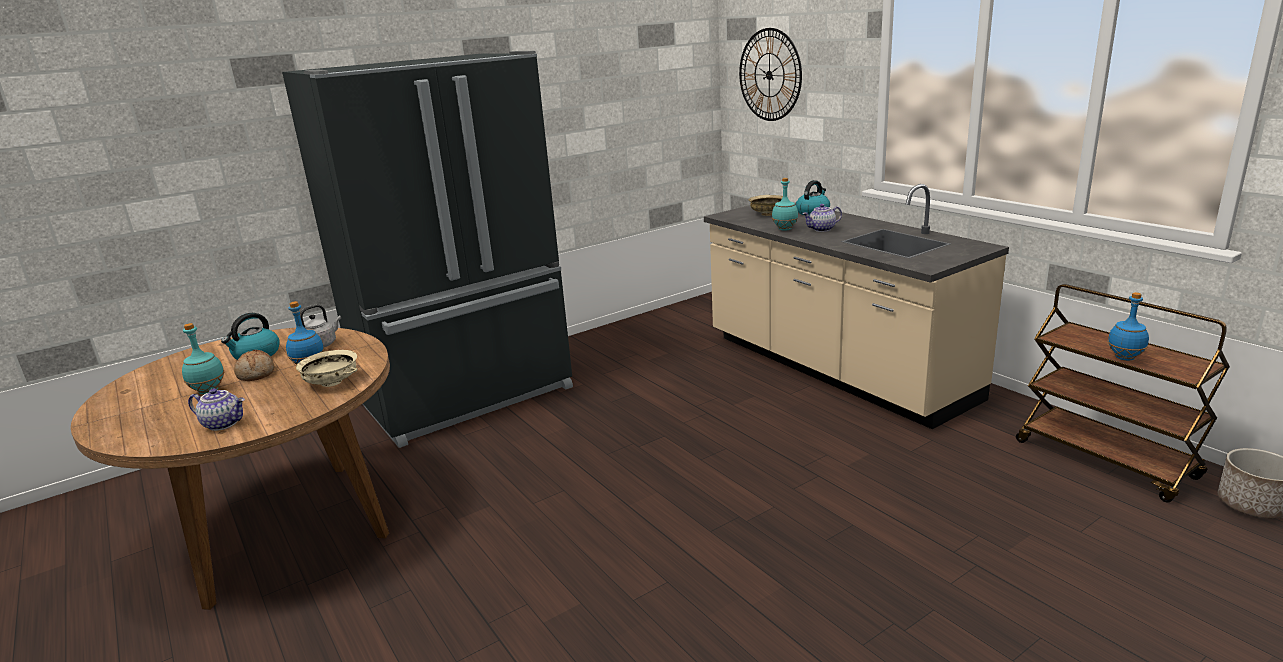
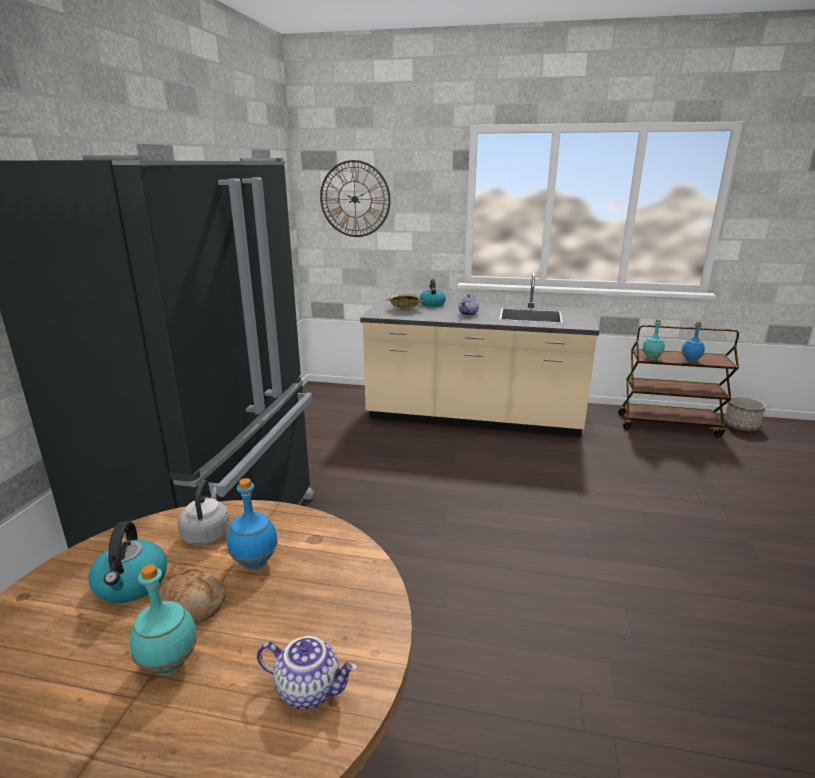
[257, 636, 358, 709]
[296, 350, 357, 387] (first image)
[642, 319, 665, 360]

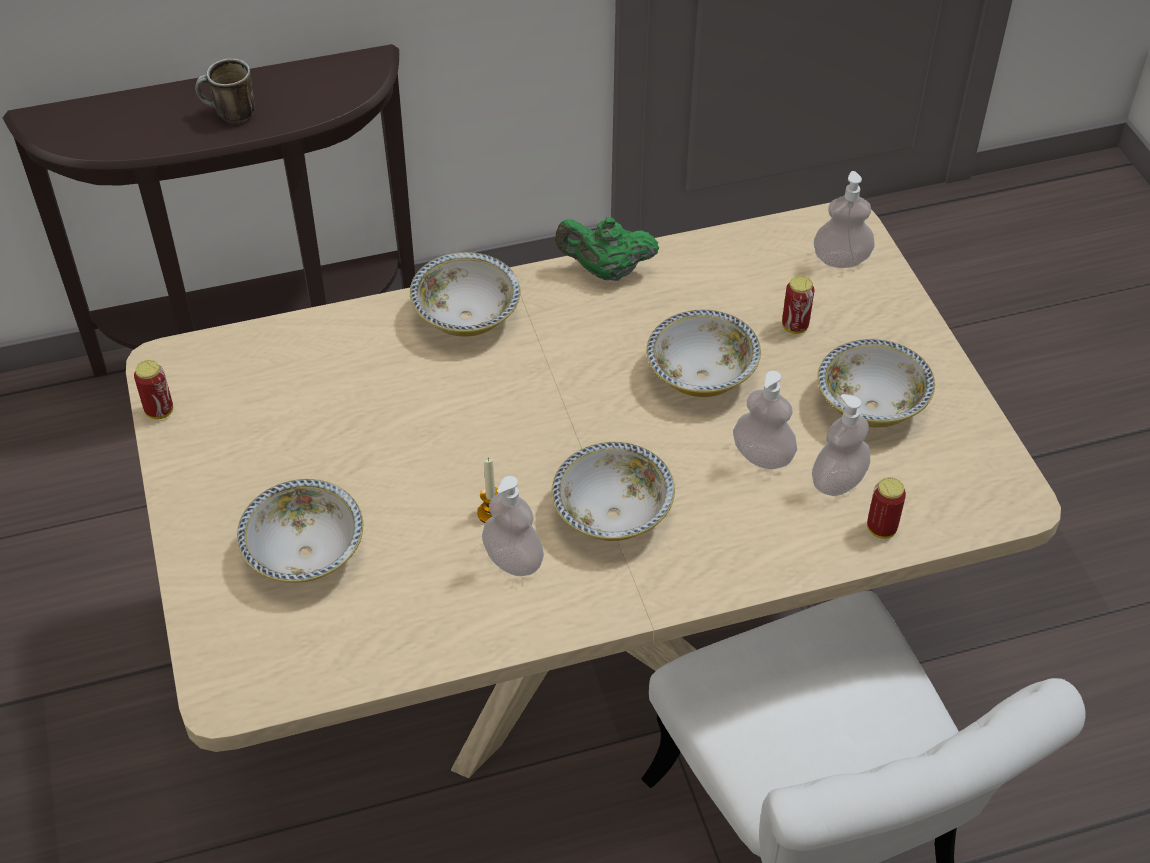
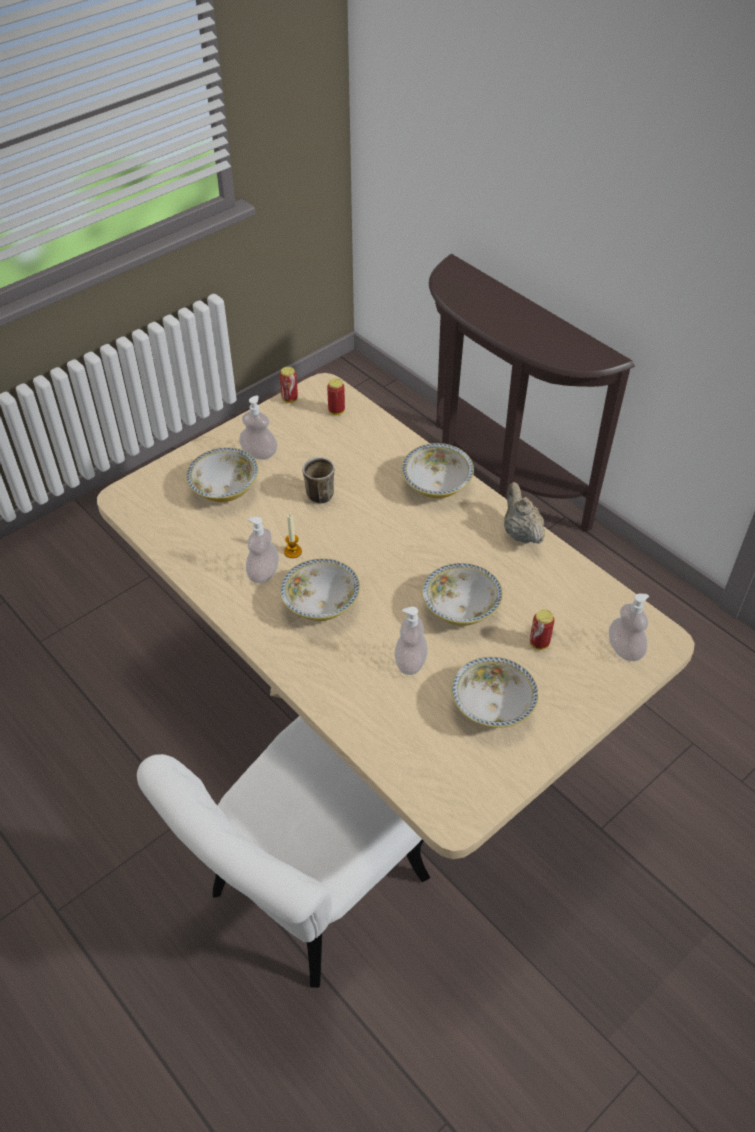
[302, 457, 335, 503]
[504, 482, 545, 544]
[239, 396, 277, 460]
[327, 378, 345, 415]

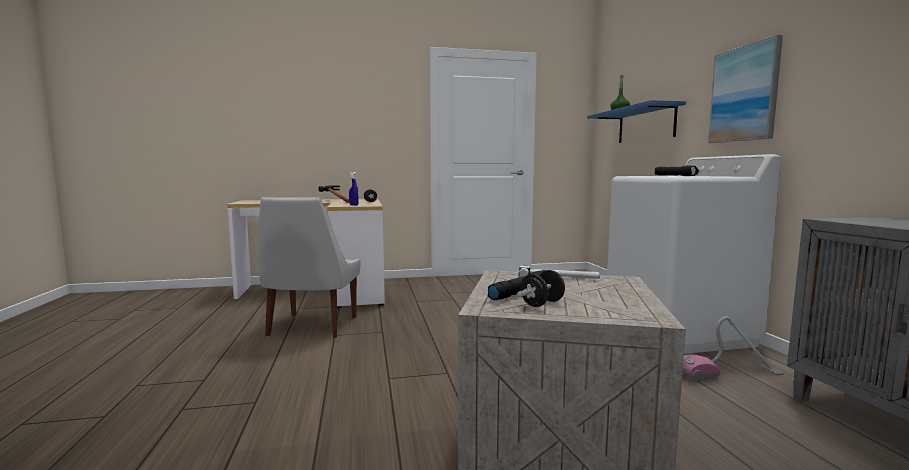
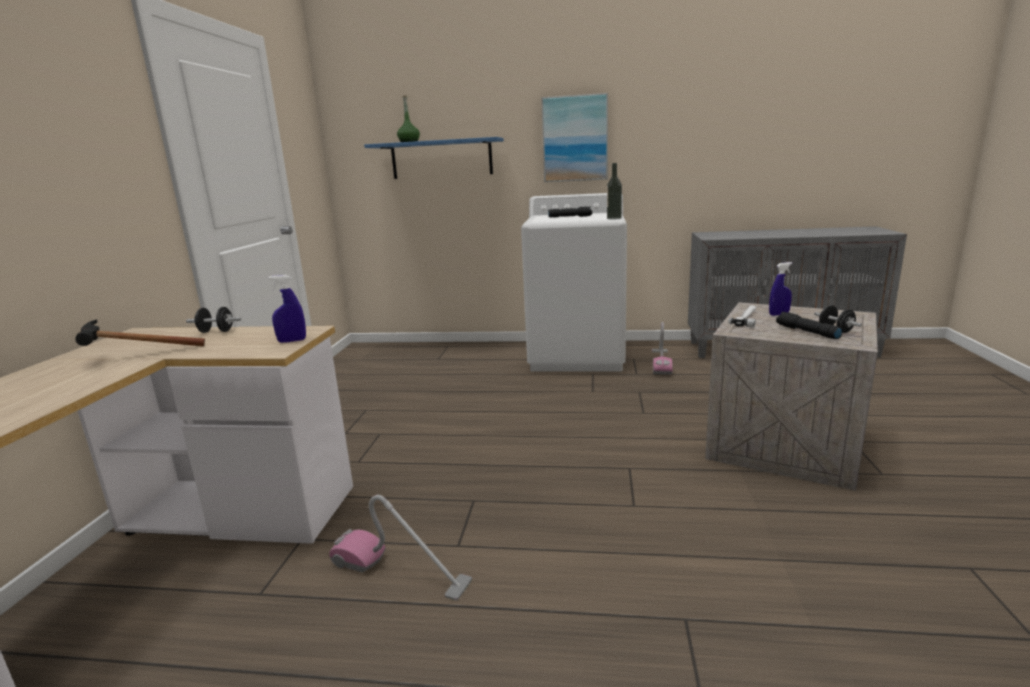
[329, 495, 472, 601]
[607, 163, 622, 219]
[769, 262, 792, 316]

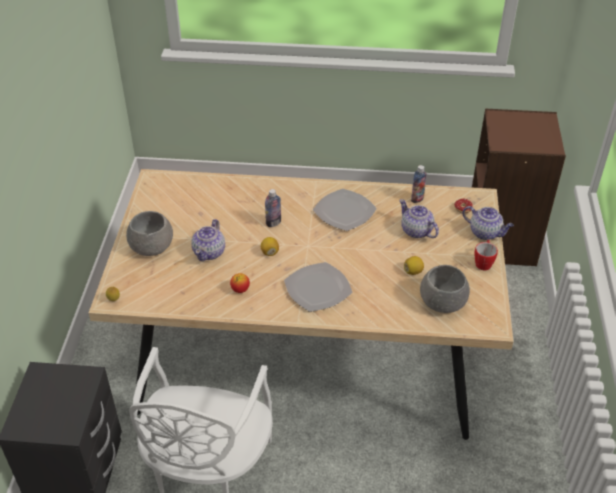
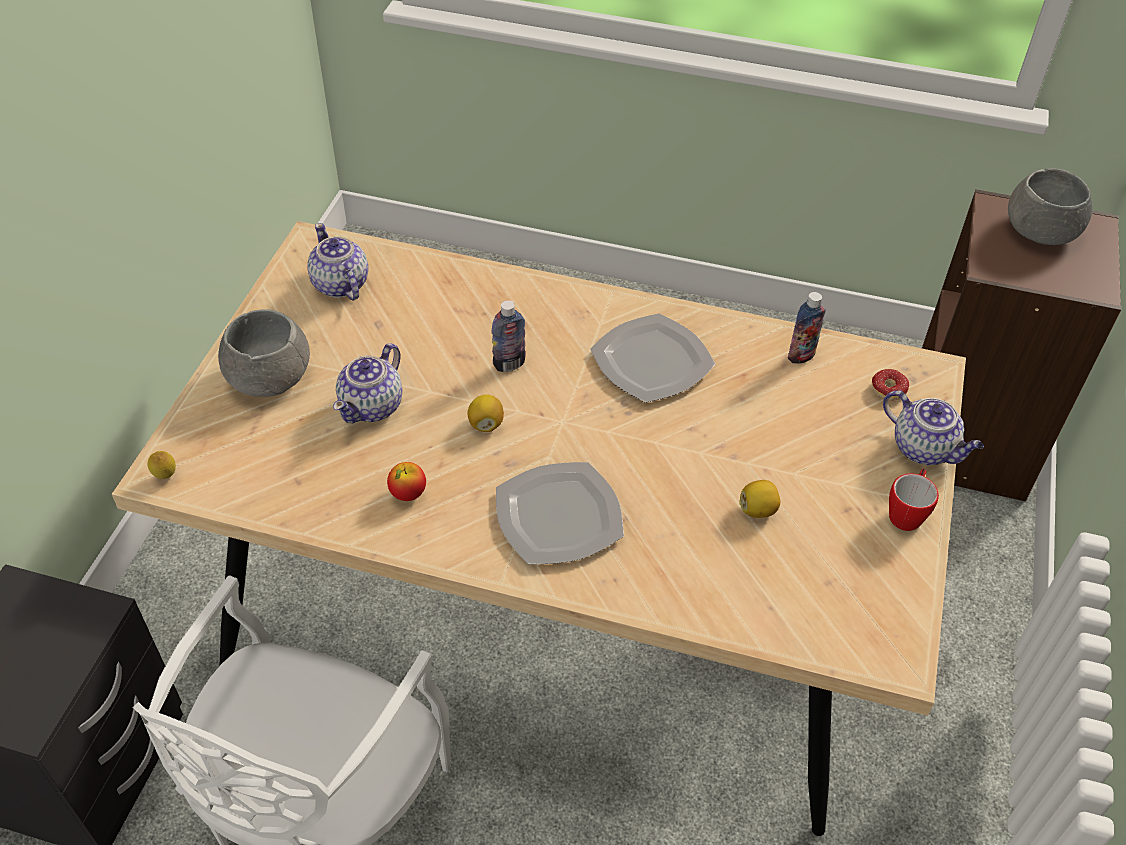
[307, 223, 368, 300]
[1008, 168, 1092, 245]

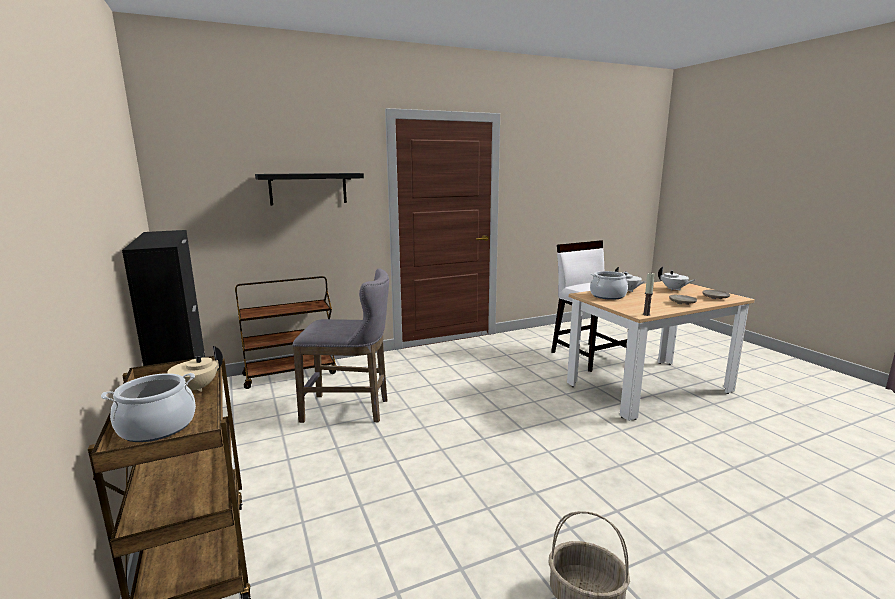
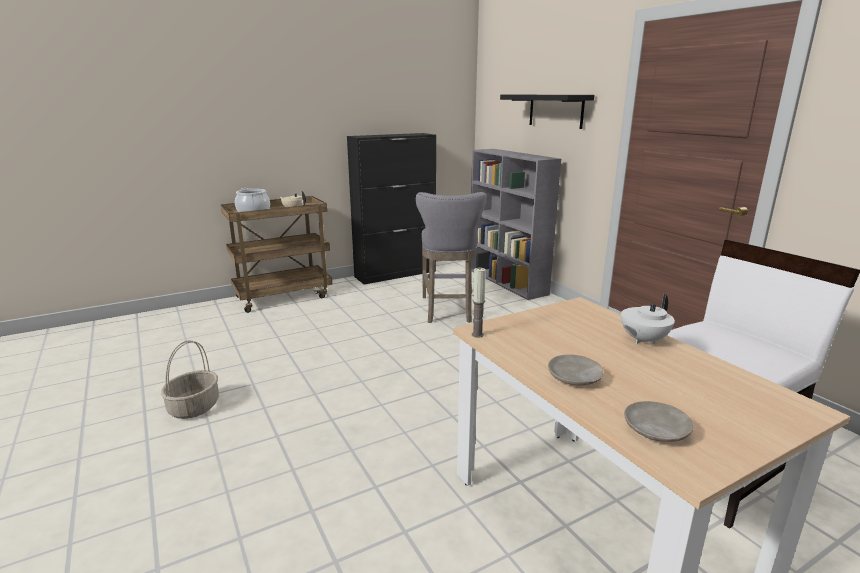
[471, 149, 561, 300]
[590, 271, 629, 300] (first image)
[658, 267, 695, 291] (first image)

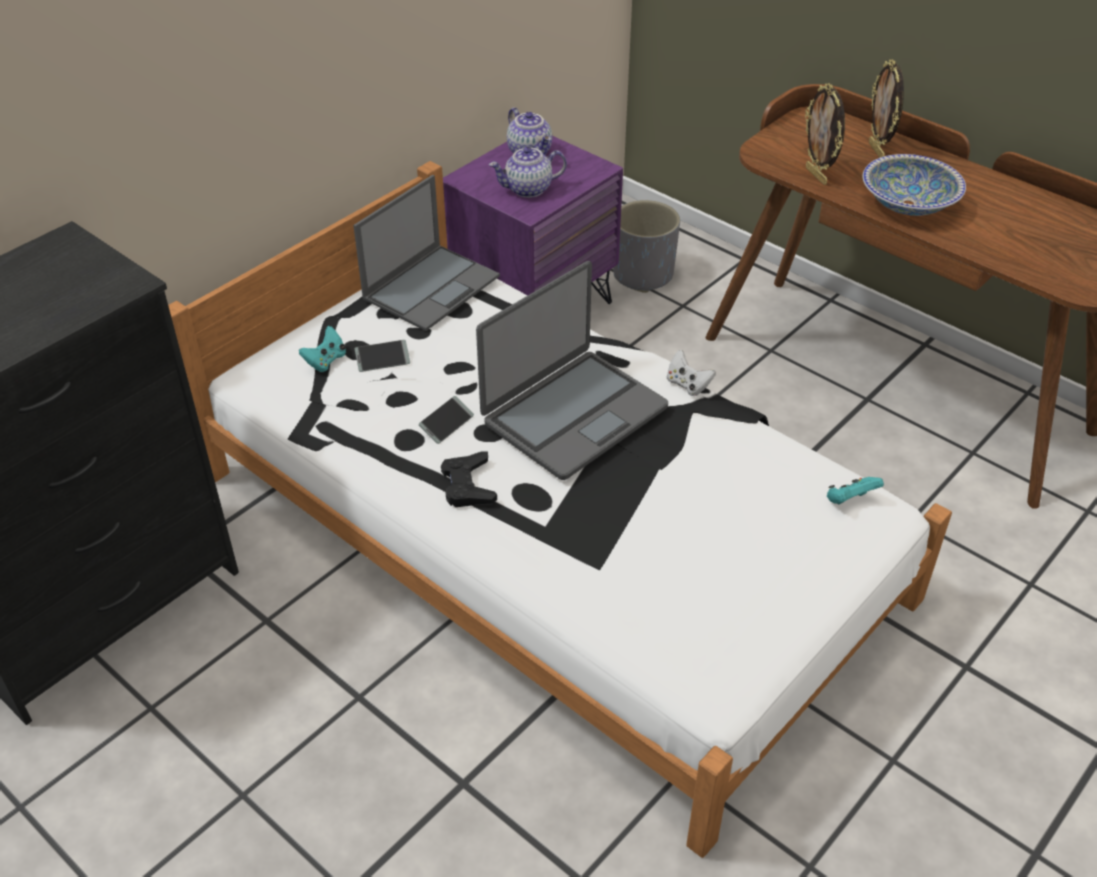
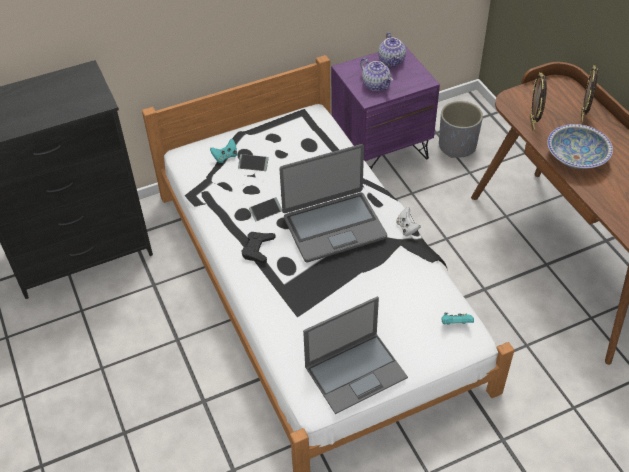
[303, 296, 408, 414]
[360, 58, 393, 91]

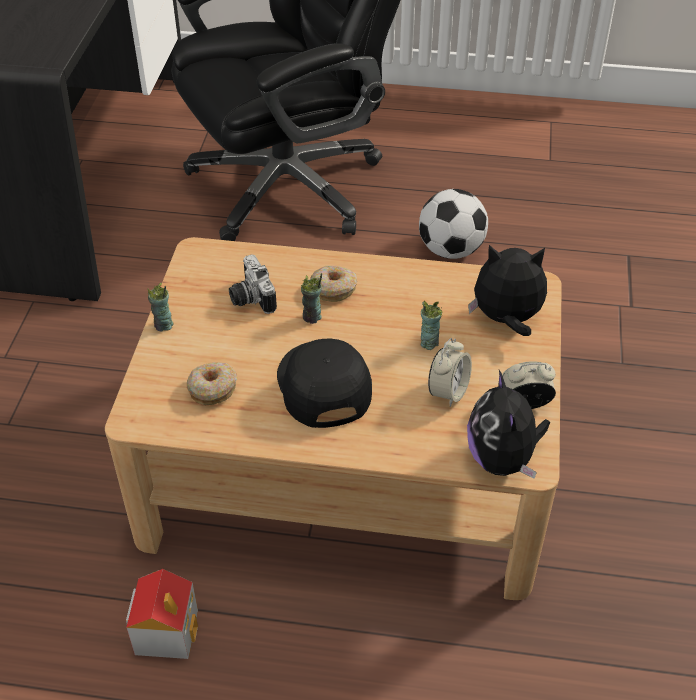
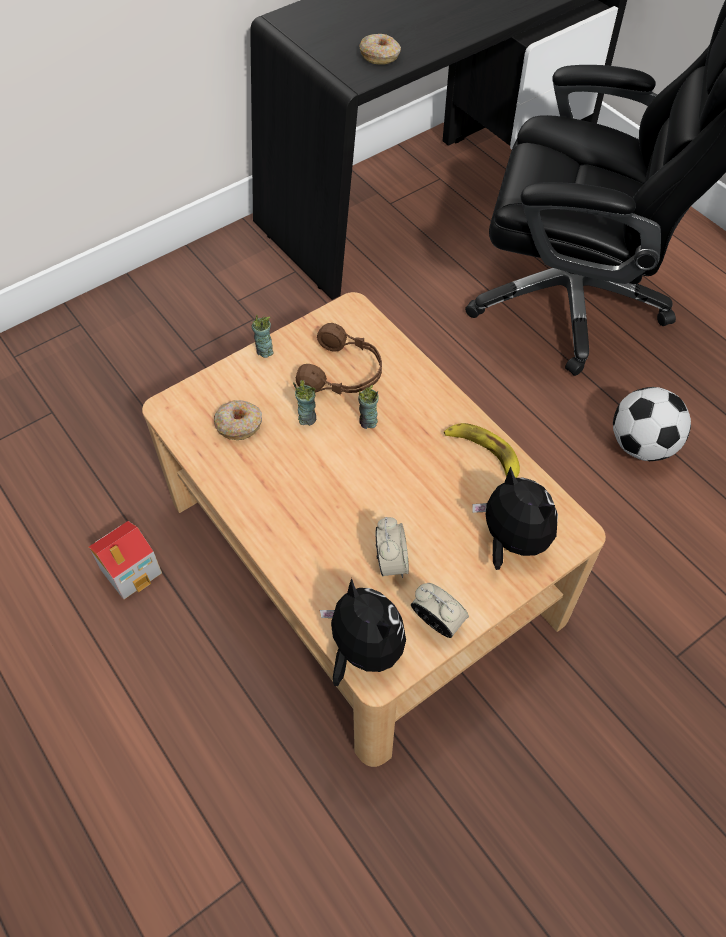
[296, 323, 382, 395]
[277, 339, 372, 428] (first image)
[359, 34, 401, 65]
[293, 380, 316, 426]
[376, 517, 409, 578]
[320, 578, 406, 686]
[444, 423, 520, 478]

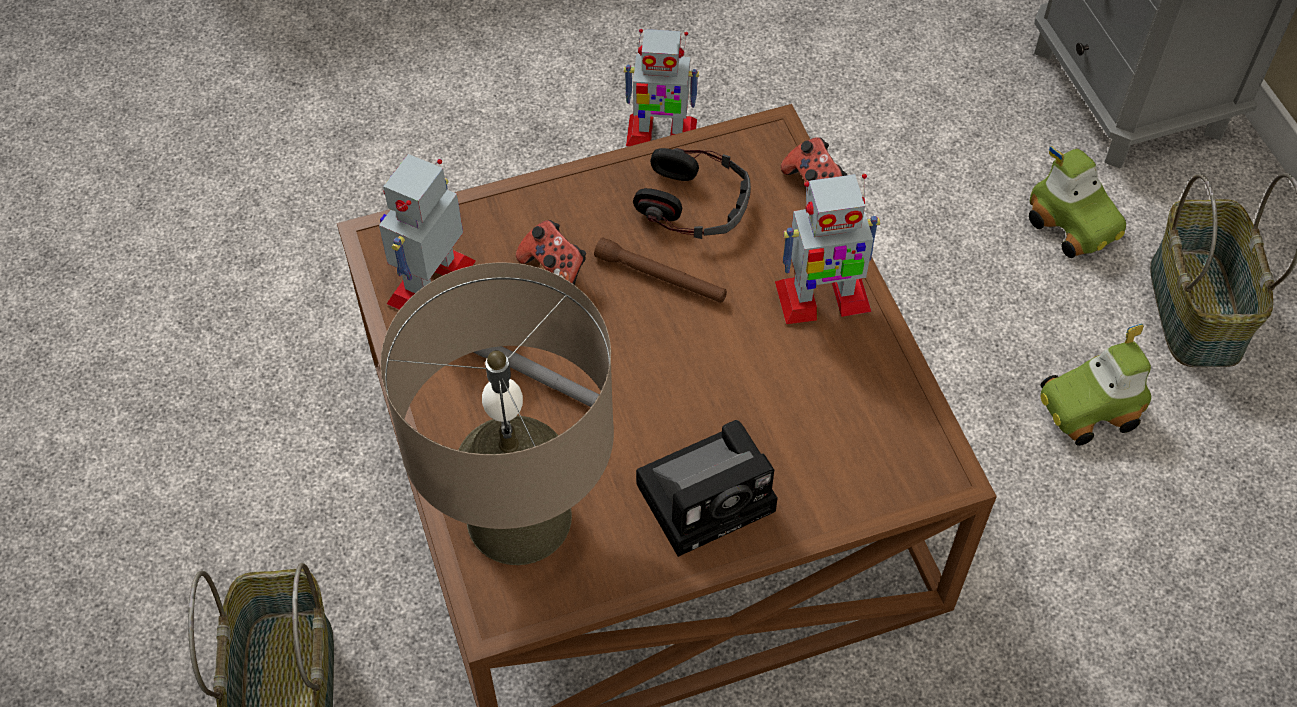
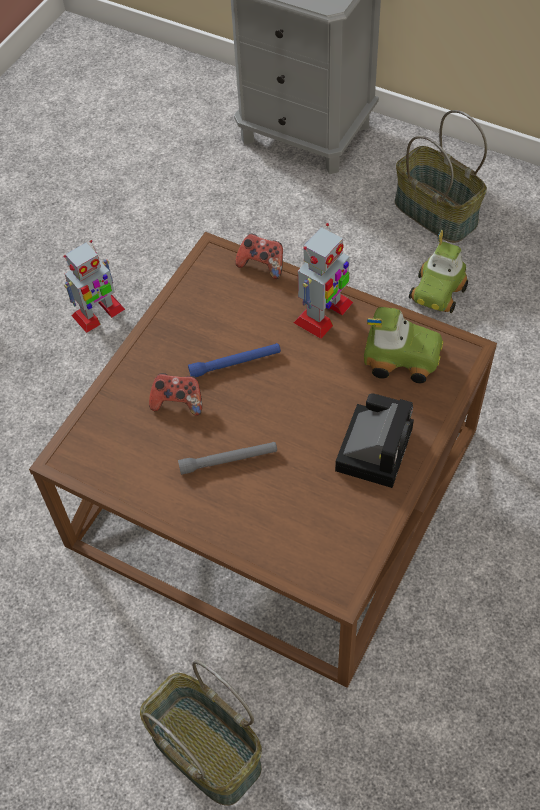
[379, 154, 476, 310] (first image)
[381, 263, 614, 565] (first image)
[188, 343, 281, 377]
[633, 148, 751, 239] (first image)
[364, 307, 444, 383]

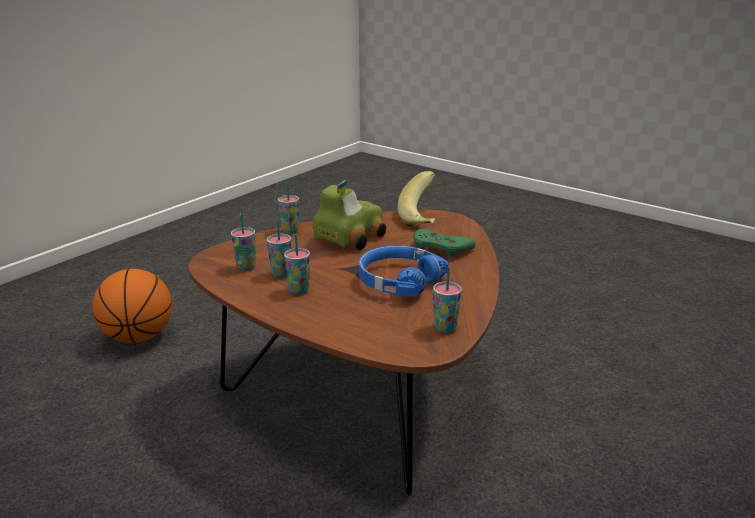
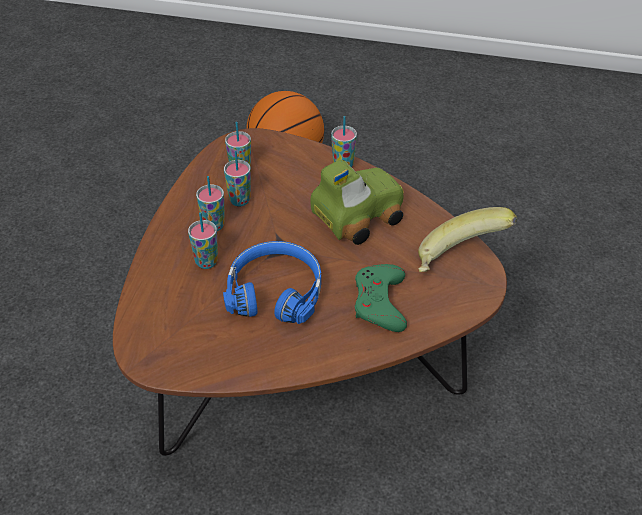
[310, 160, 404, 245]
[188, 212, 218, 269]

